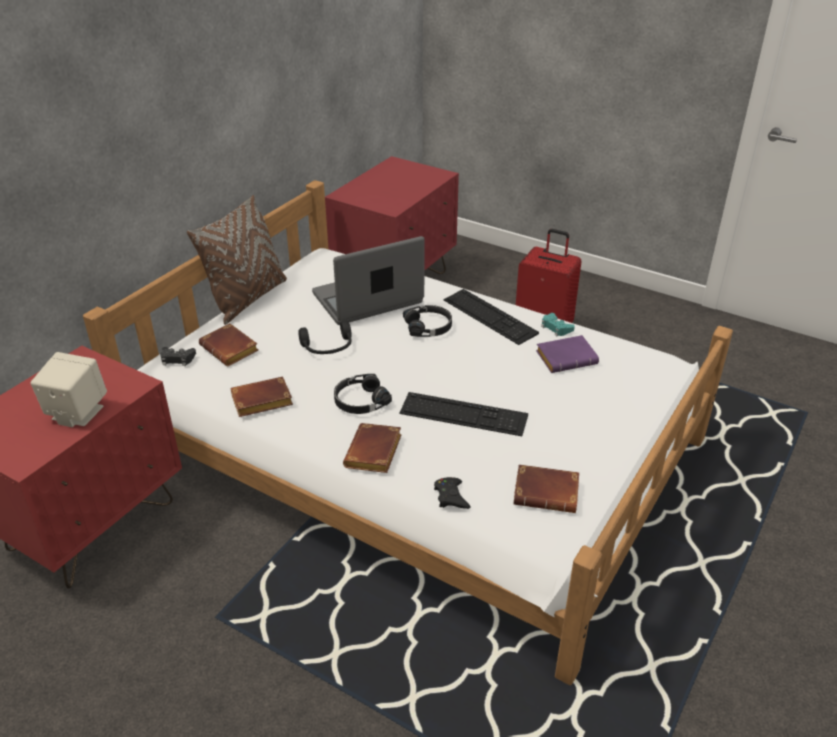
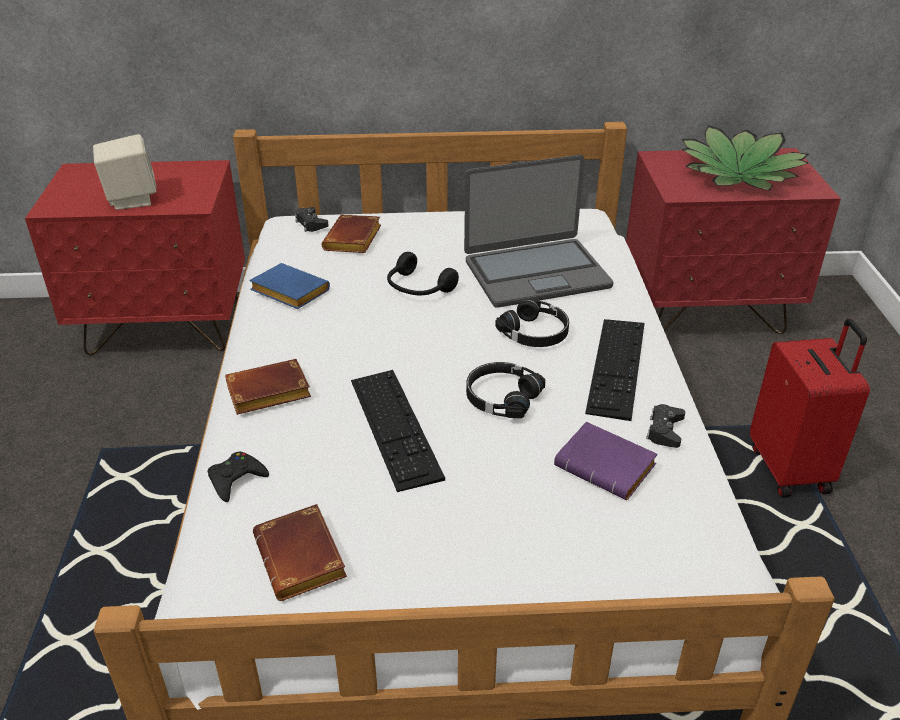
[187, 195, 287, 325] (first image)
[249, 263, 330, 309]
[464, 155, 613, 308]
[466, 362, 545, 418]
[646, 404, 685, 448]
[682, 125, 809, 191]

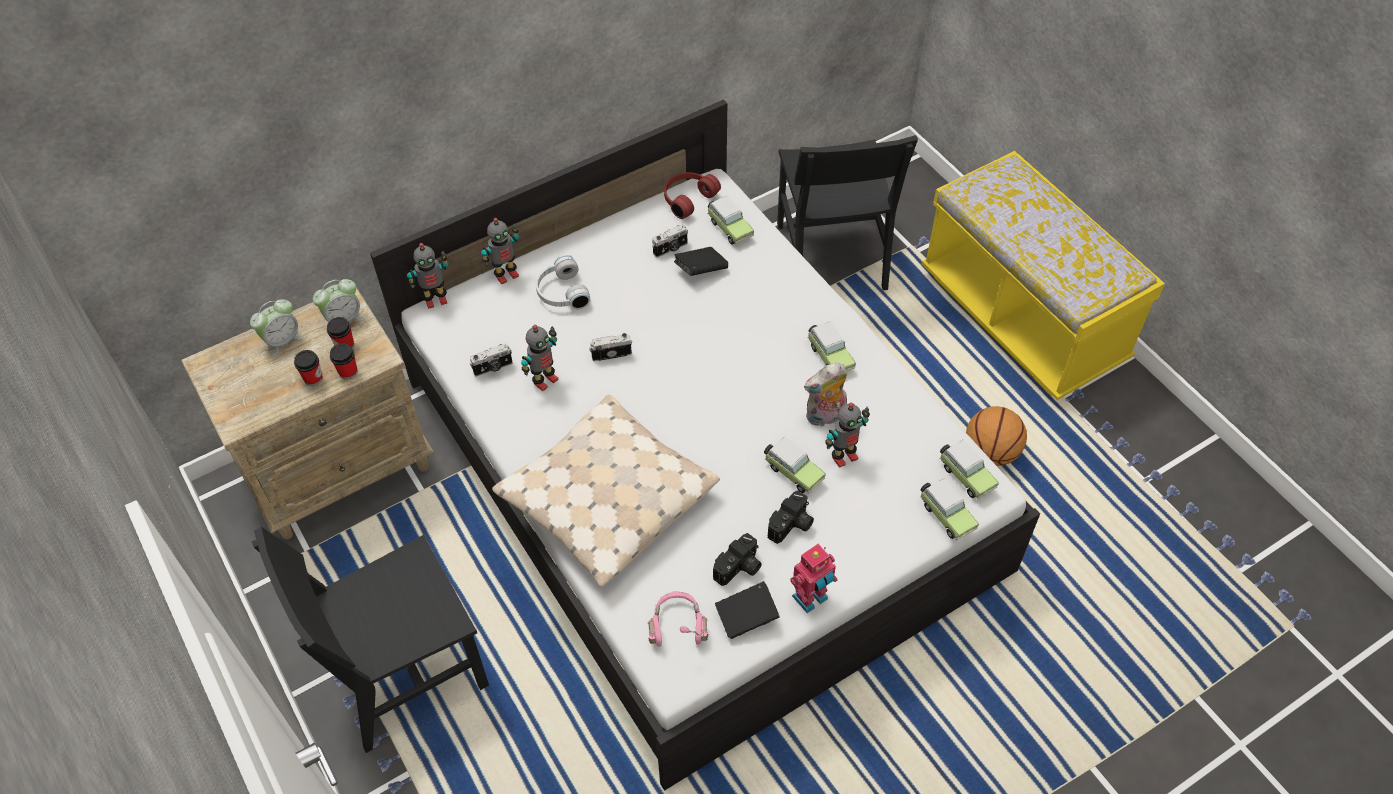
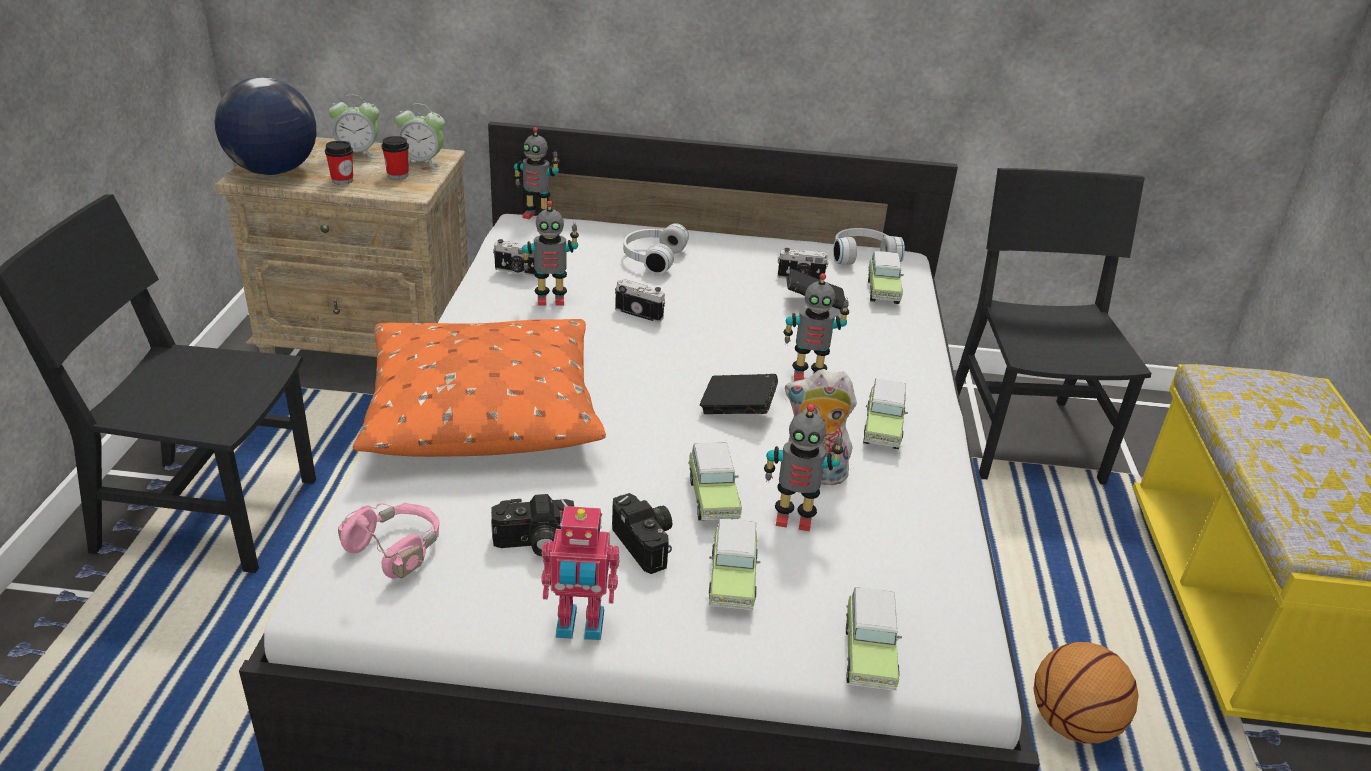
[330, 343, 358, 380] (first image)
[784, 273, 849, 381]
[353, 319, 606, 457]
[833, 228, 905, 265]
[700, 374, 778, 414]
[612, 493, 672, 574]
[955, 168, 1151, 484]
[709, 519, 761, 610]
[214, 77, 316, 175]

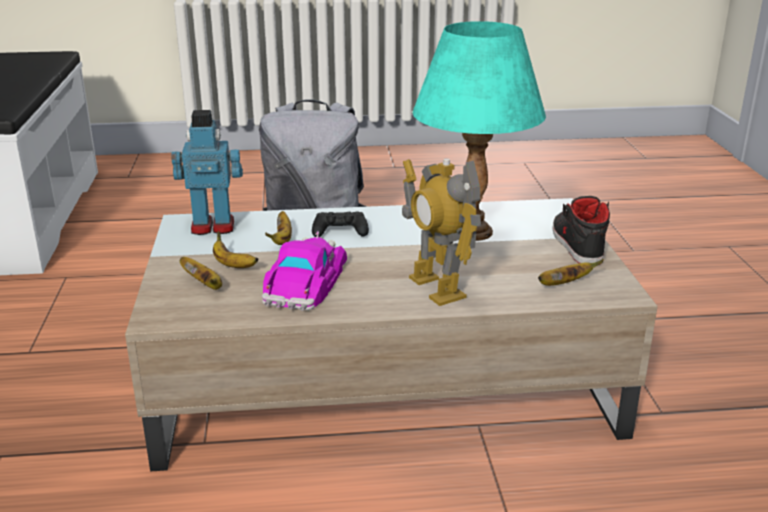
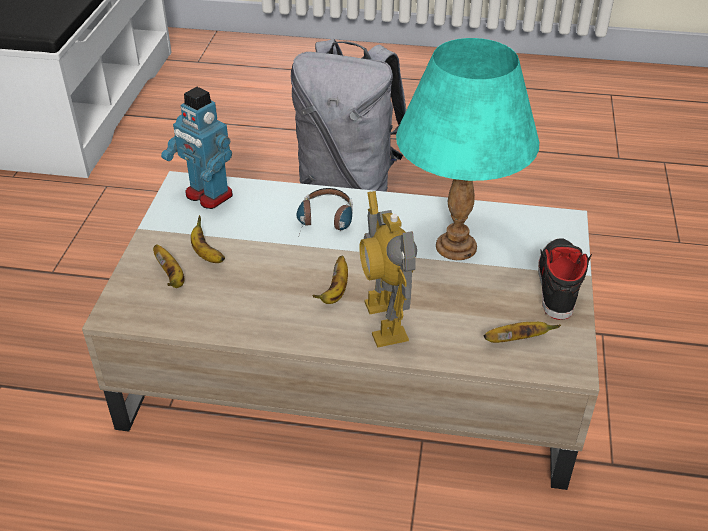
[161, 87, 233, 209]
[262, 231, 347, 311] (first image)
[312, 256, 348, 304]
[296, 188, 353, 235]

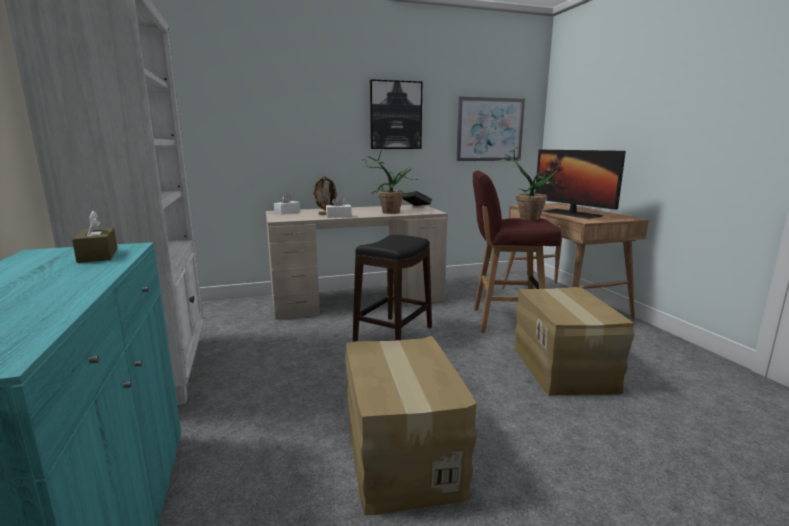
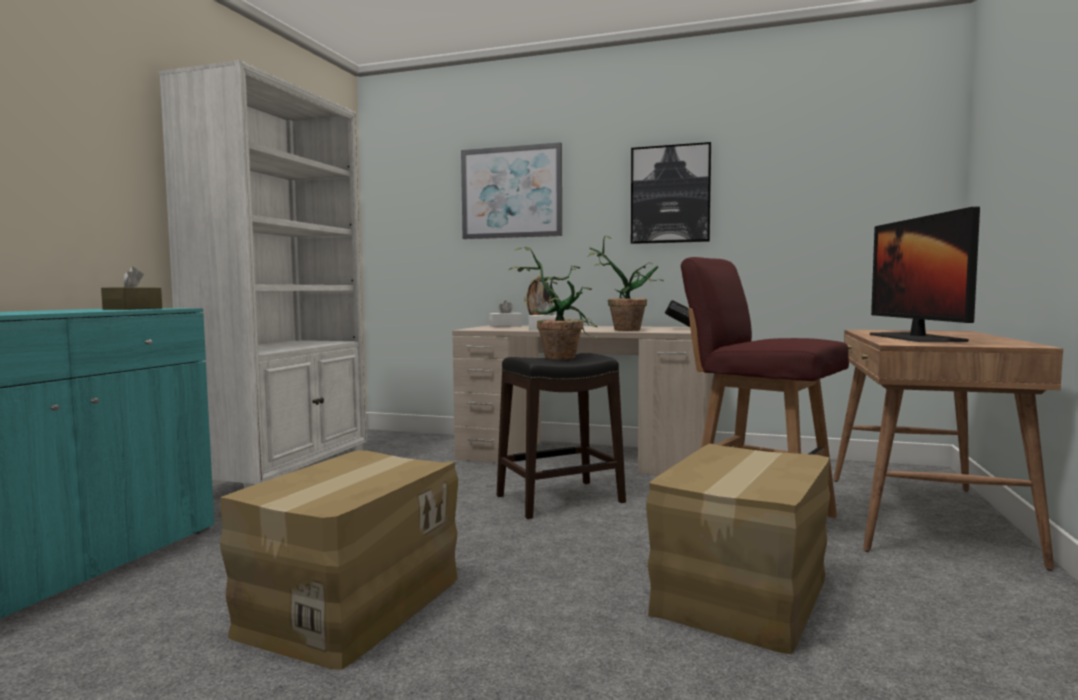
[461, 142, 562, 239]
[508, 247, 598, 359]

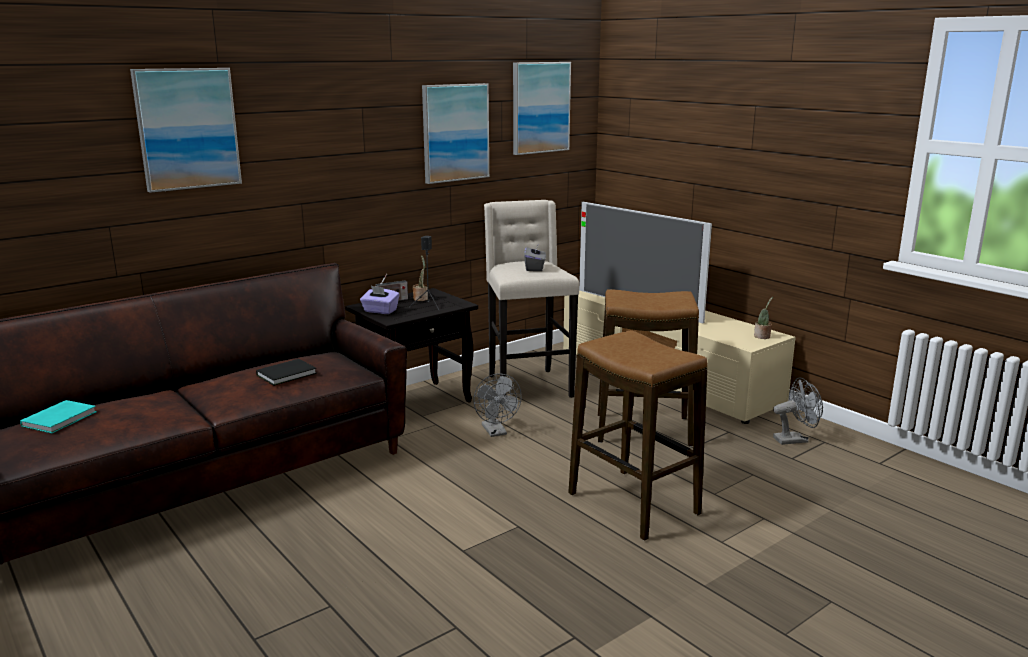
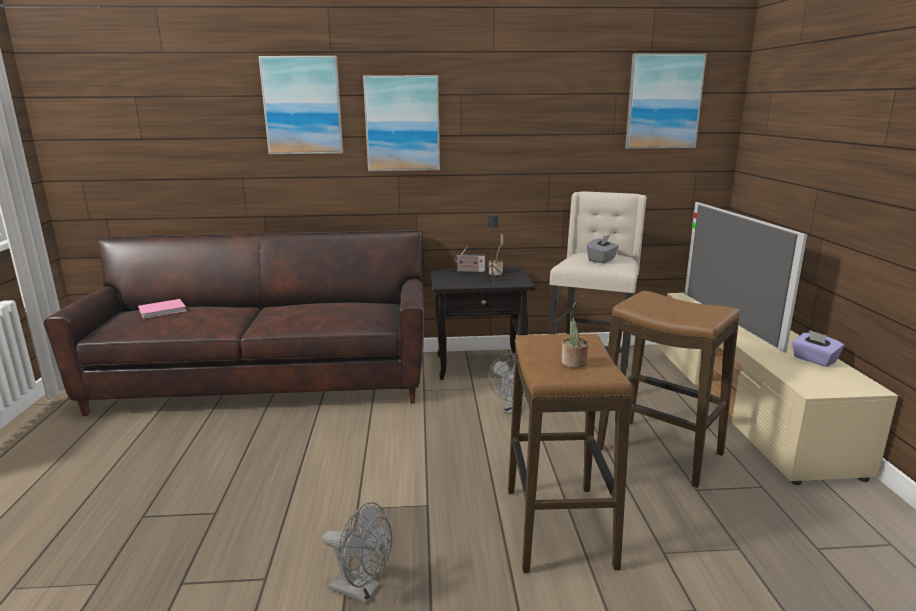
[138, 299, 186, 319]
[256, 359, 317, 386] (first image)
[792, 330, 844, 367]
[363, 75, 440, 171]
[562, 301, 588, 368]
[322, 502, 392, 604]

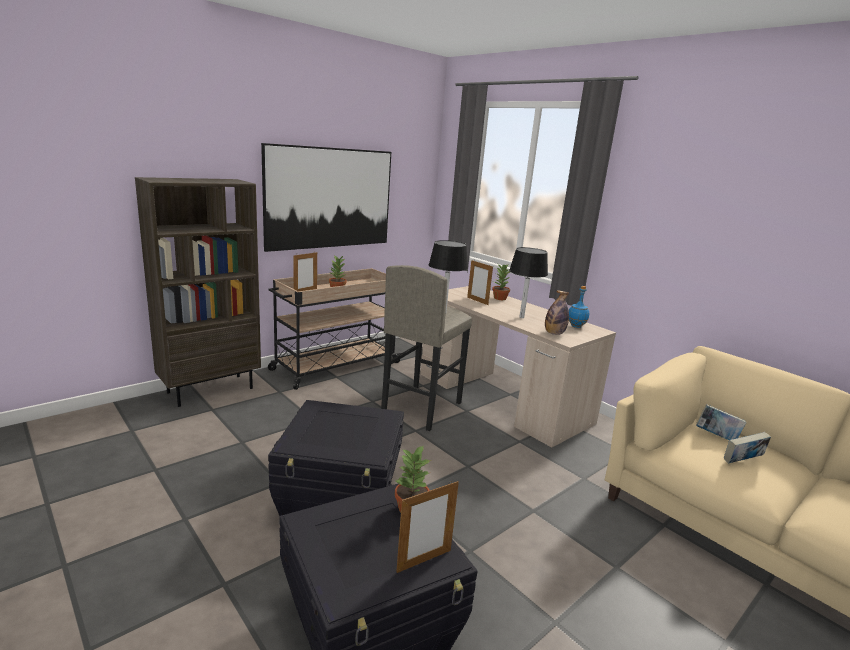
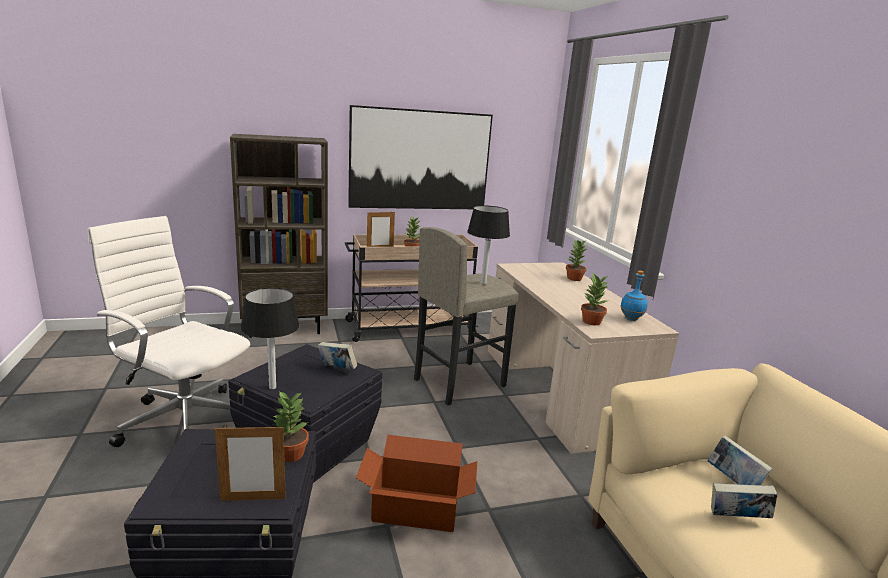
[467, 260, 493, 305] (first image)
[241, 288, 300, 389]
[581, 272, 608, 325]
[88, 216, 250, 447]
[318, 342, 357, 369]
[356, 435, 477, 532]

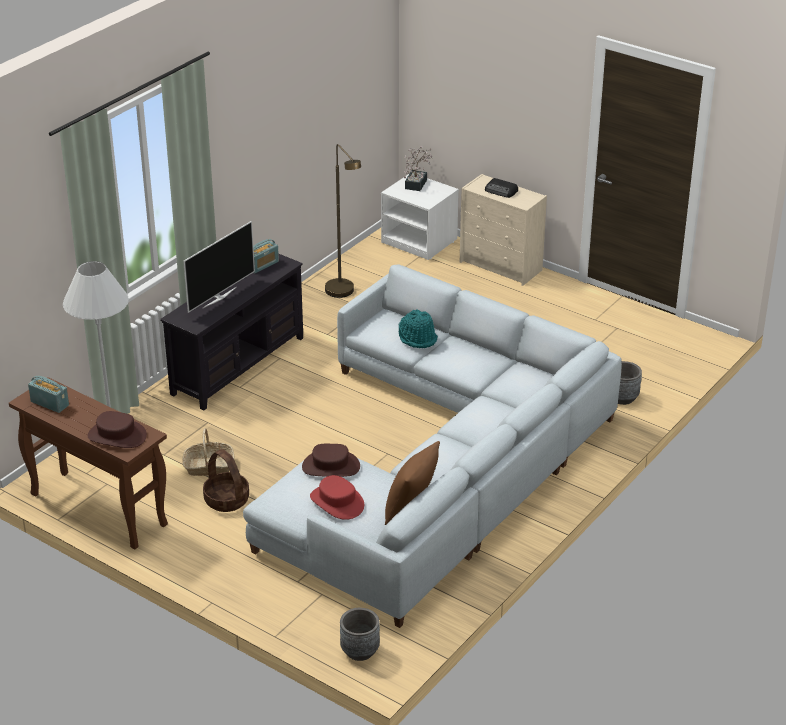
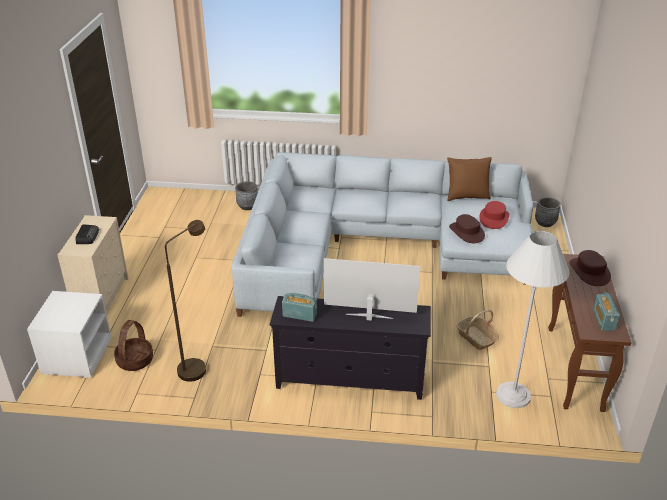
[114, 320, 153, 371]
[399, 309, 438, 348] (first image)
[404, 146, 432, 191] (first image)

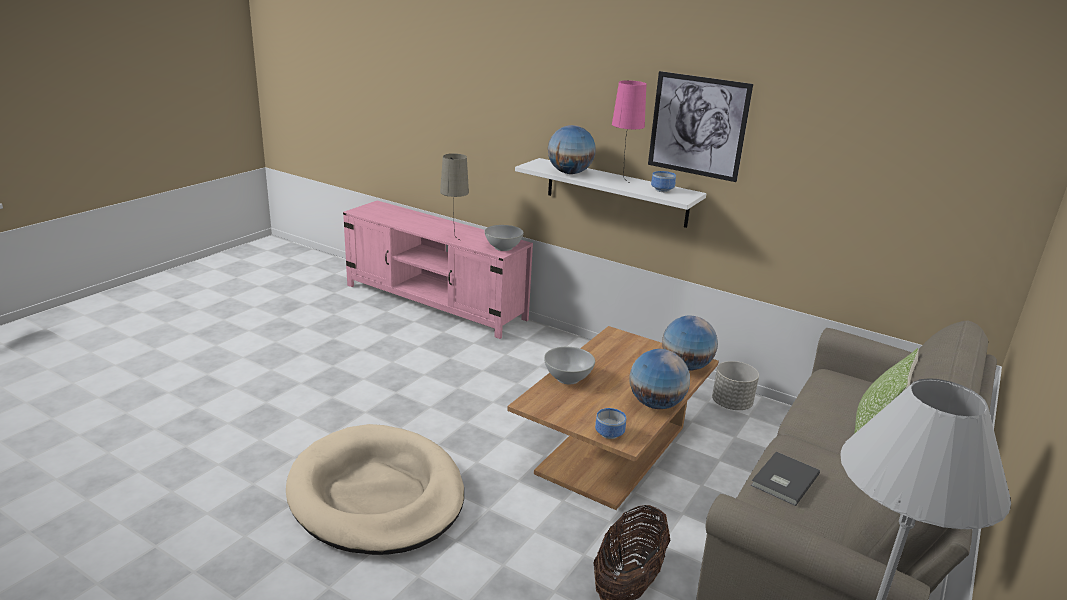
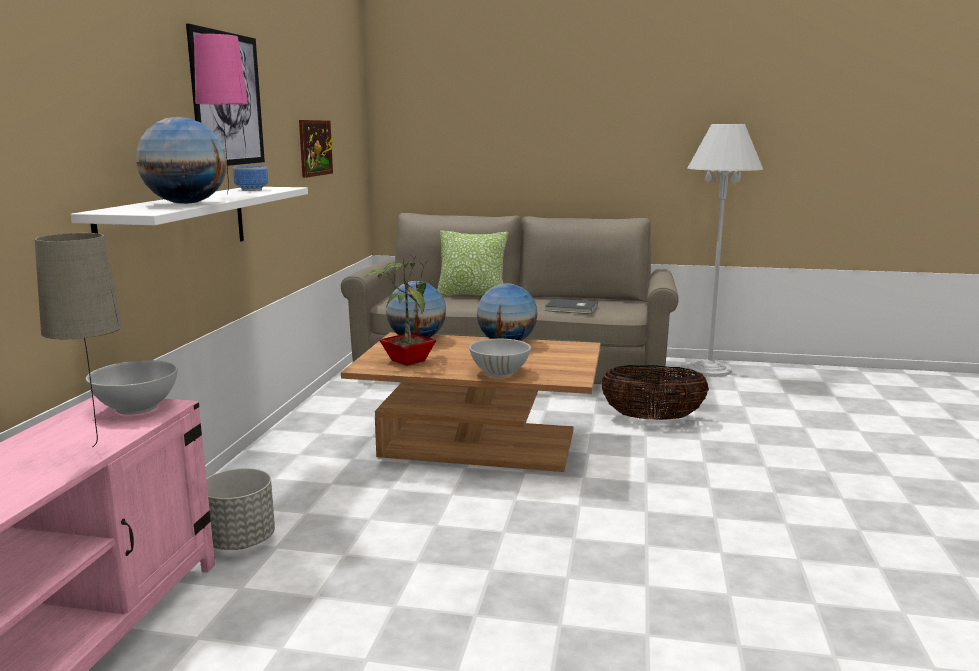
[286, 424, 464, 555] (first image)
[595, 408, 626, 439] (first image)
[206, 468, 275, 550]
[299, 120, 333, 178]
[364, 255, 436, 366]

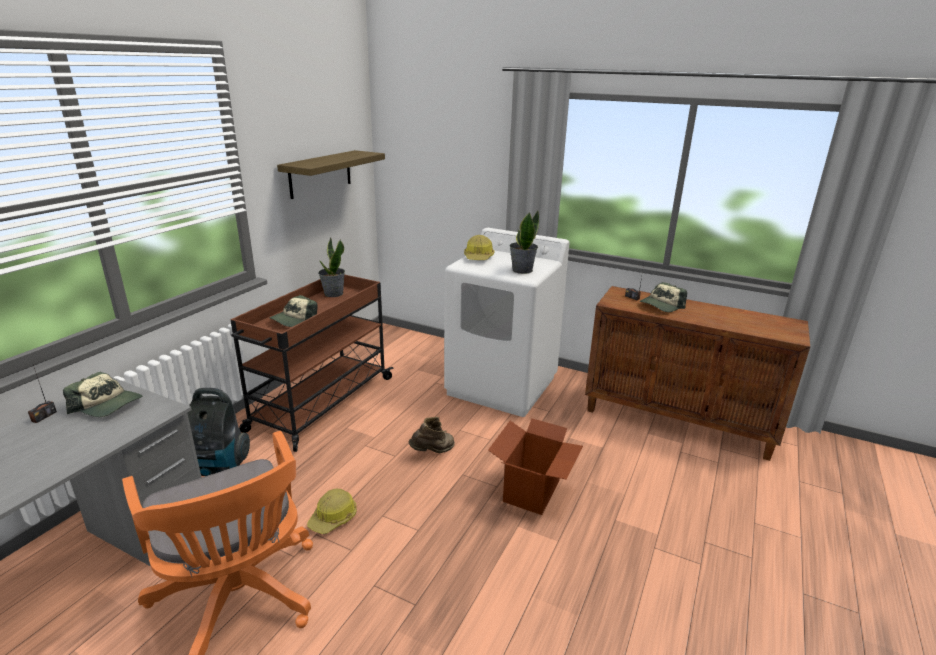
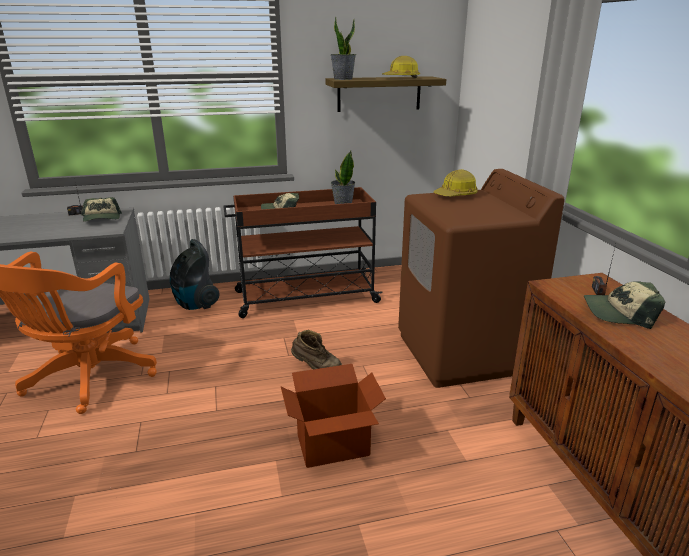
[382, 56, 420, 78]
[398, 169, 565, 388]
[330, 16, 356, 80]

